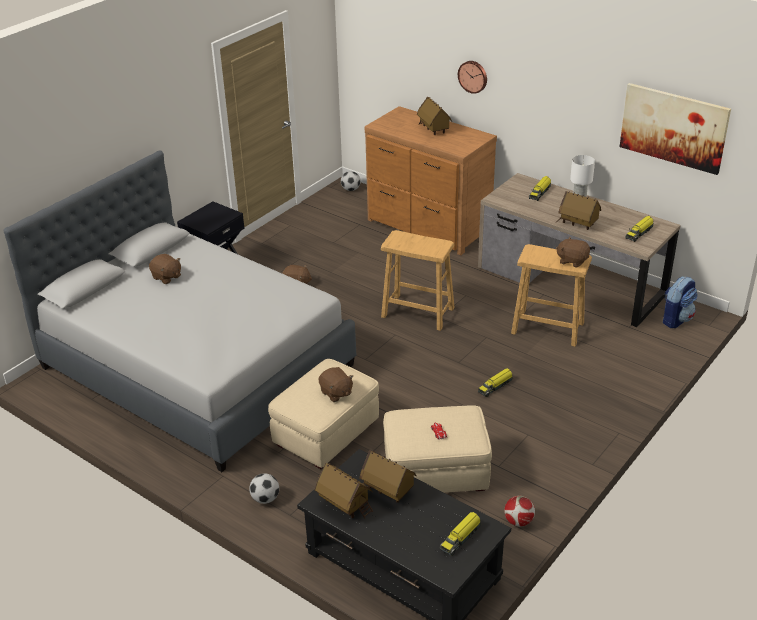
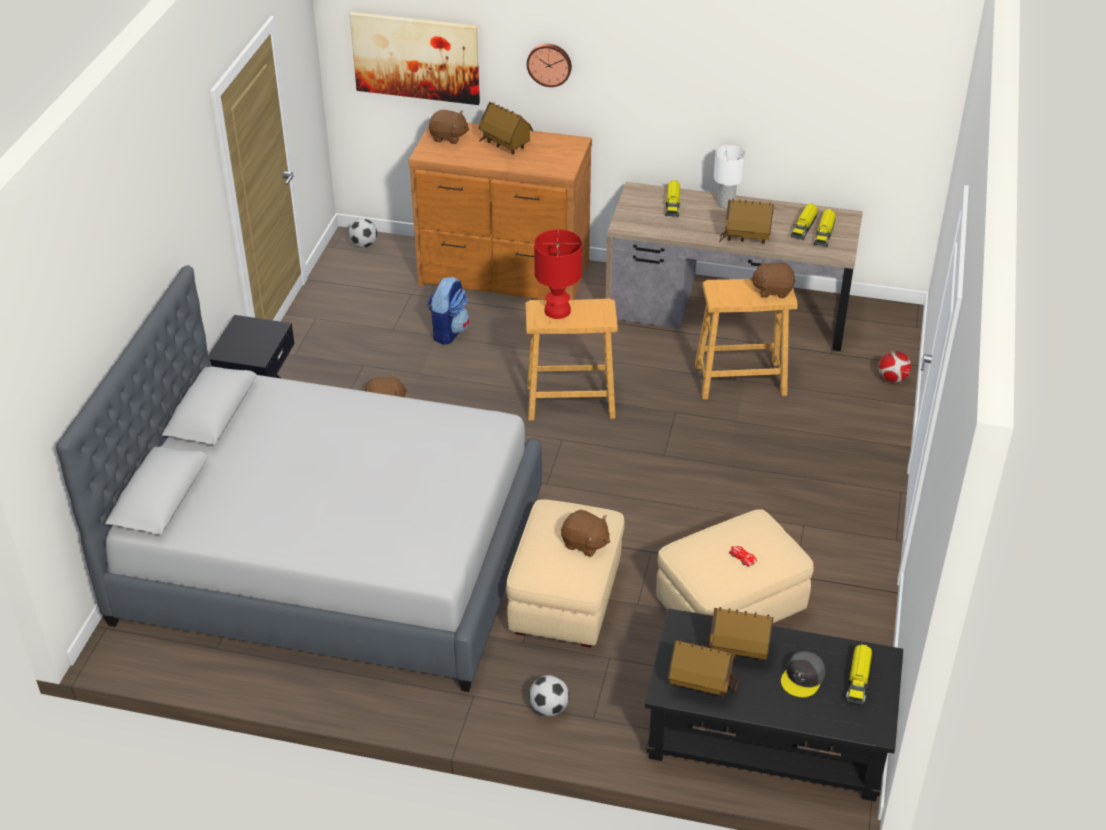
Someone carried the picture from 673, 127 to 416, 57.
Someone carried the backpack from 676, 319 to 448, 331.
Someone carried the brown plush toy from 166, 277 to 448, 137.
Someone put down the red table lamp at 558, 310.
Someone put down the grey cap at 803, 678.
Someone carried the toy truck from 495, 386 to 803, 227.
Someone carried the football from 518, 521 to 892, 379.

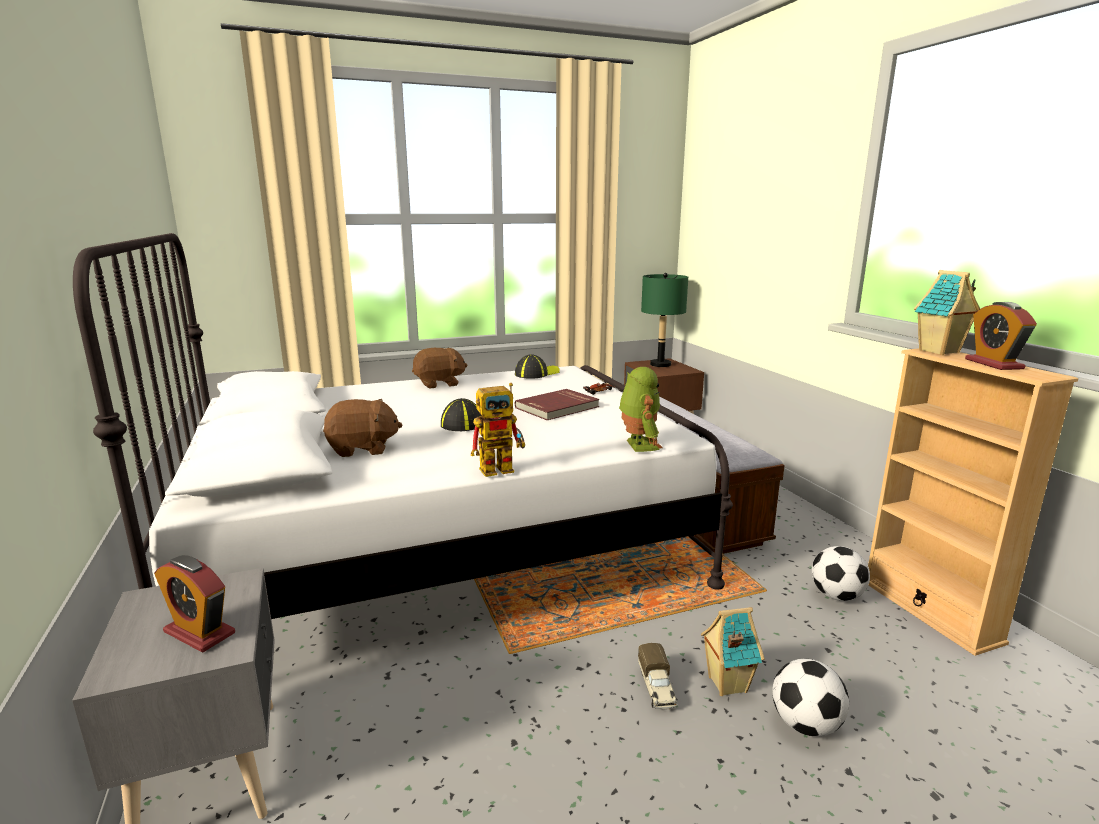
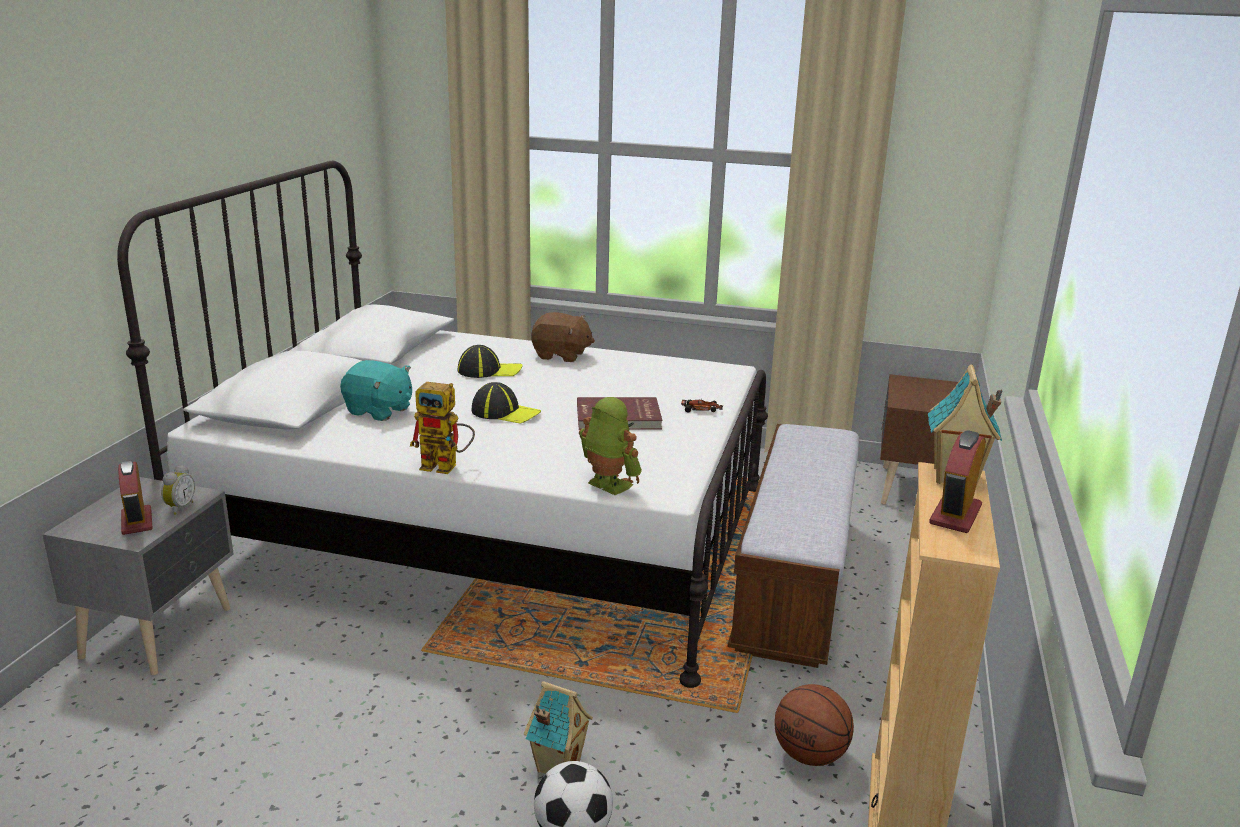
Someone put down the alarm clock at 179, 508.
Someone repainted the brown plush toy at 363, 449, which became the turquoise plush toy at 379, 411.
Someone carried the cap from 536, 373 to 489, 371.
Someone rotated the toy robot at 638, 445 by 75 degrees counterclockwise.
Someone swapped the football at 836, 596 for the basketball at 810, 755.
Someone took away the toy truck at 657, 688.
Someone took away the green table lamp at 660, 364.

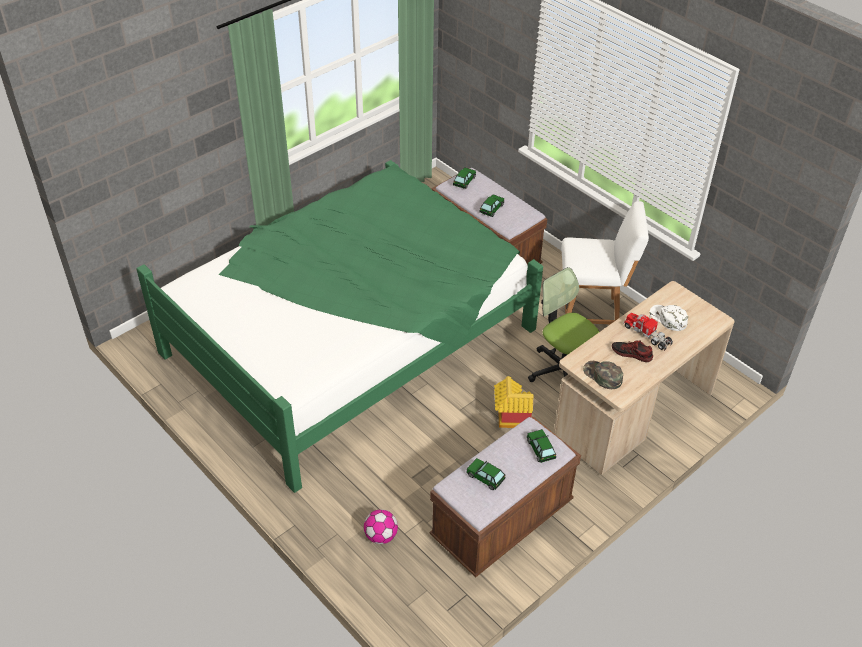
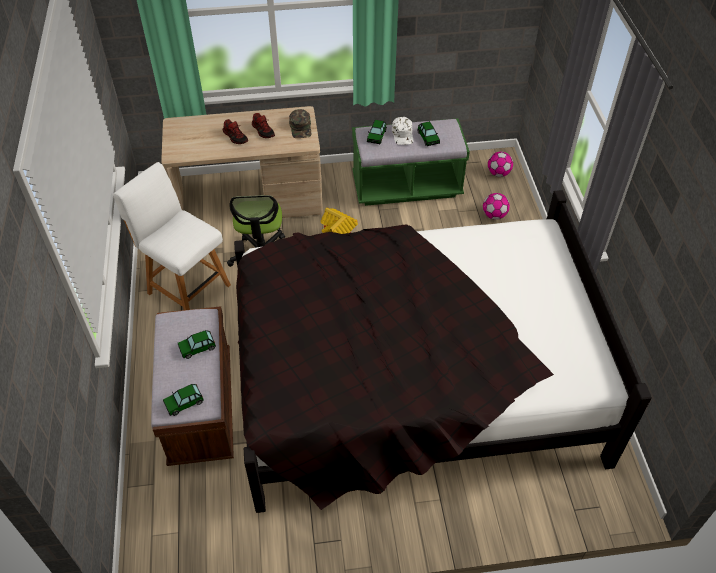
Someone swapped the toy truck at 647, 335 for the shoe at 236, 137.
Someone repainted the green bed at 350, 339, which became the black bed at 412, 379.
Someone repainted the brown bench at 502, 521, which became the green bench at 406, 187.
Someone carried the white cap from 668, 318 to 403, 134.
Someone put down the football at 498, 173.

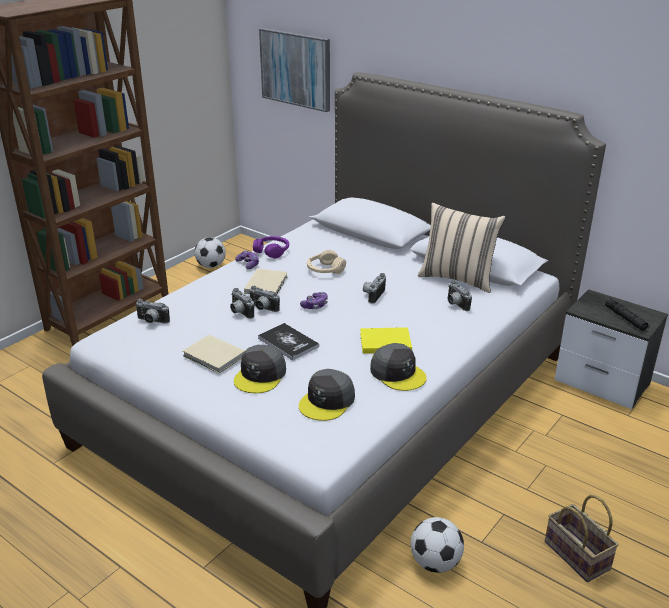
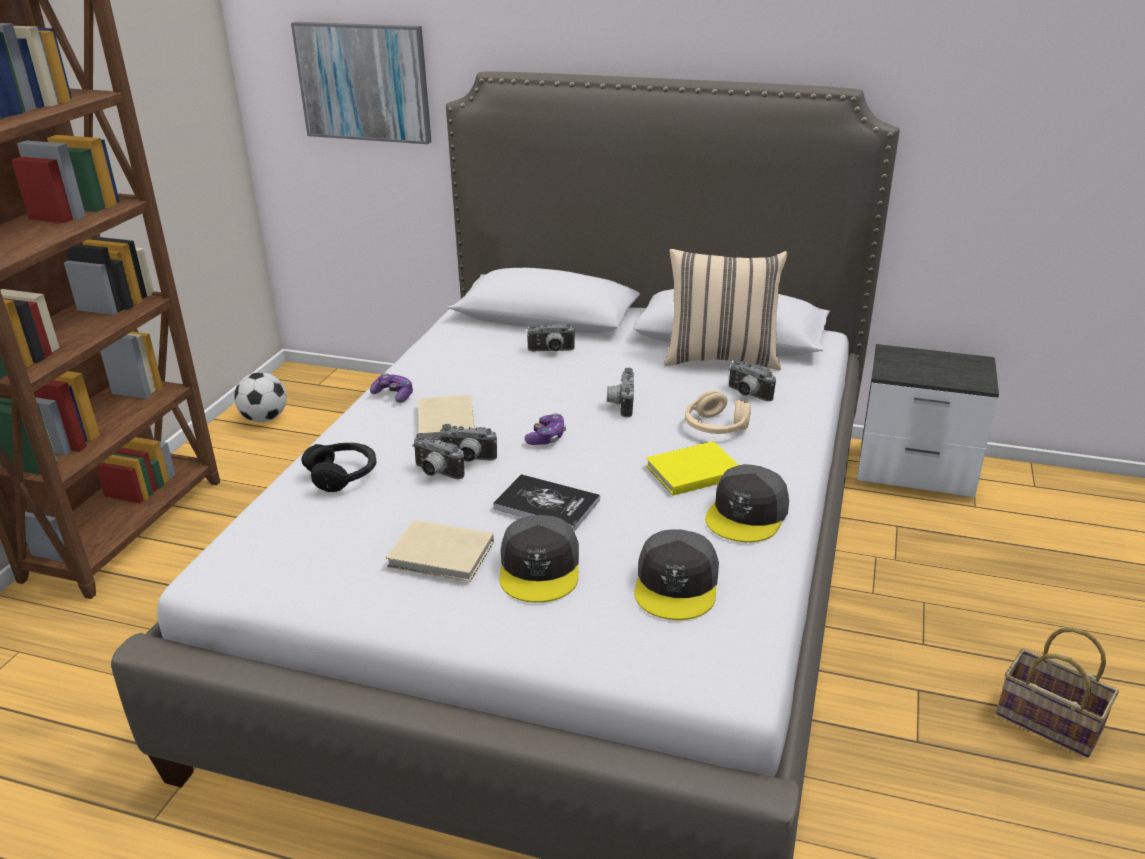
Someone put down the black headphones at 343, 475.
Someone carried the photo camera from 151, 321 to 551, 351.
Someone carried the beige headphones from 325, 270 to 715, 427.
Someone rotated the grey cap at 398, 373 by 90 degrees clockwise.
Someone took away the purple headphones at 272, 251.
Someone took away the football at 435, 563.
Someone took away the black flashlight at 626, 319.

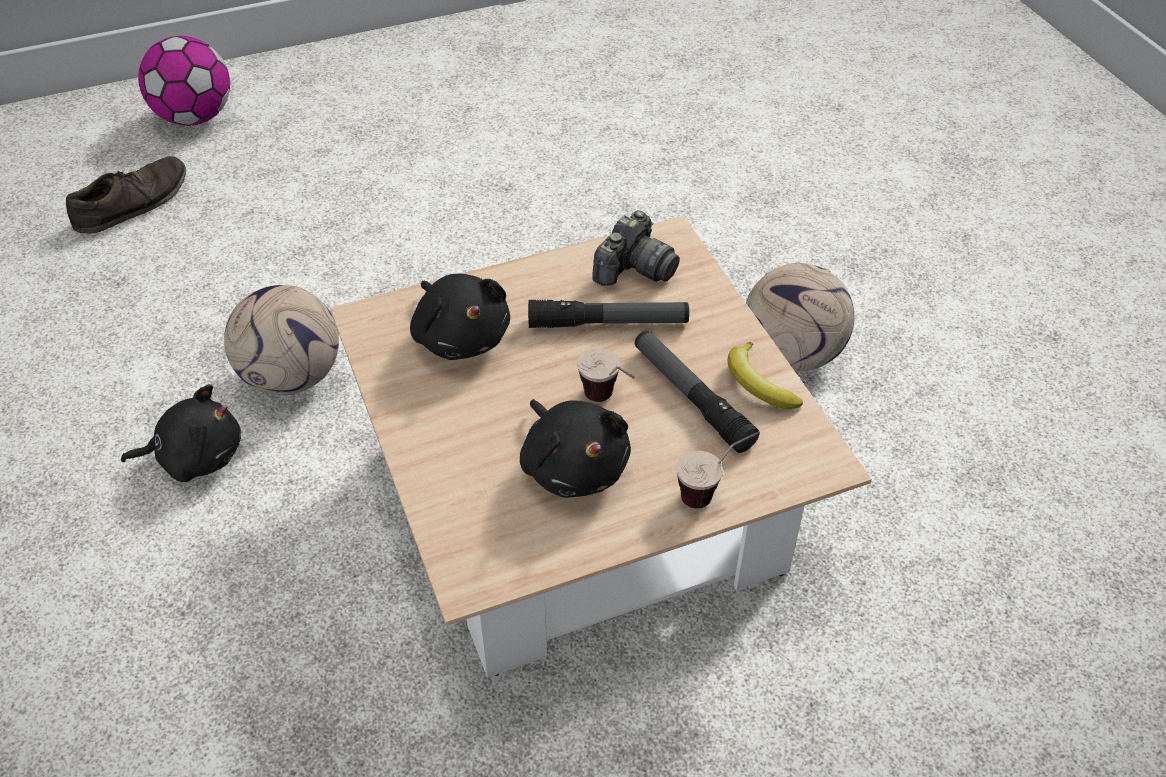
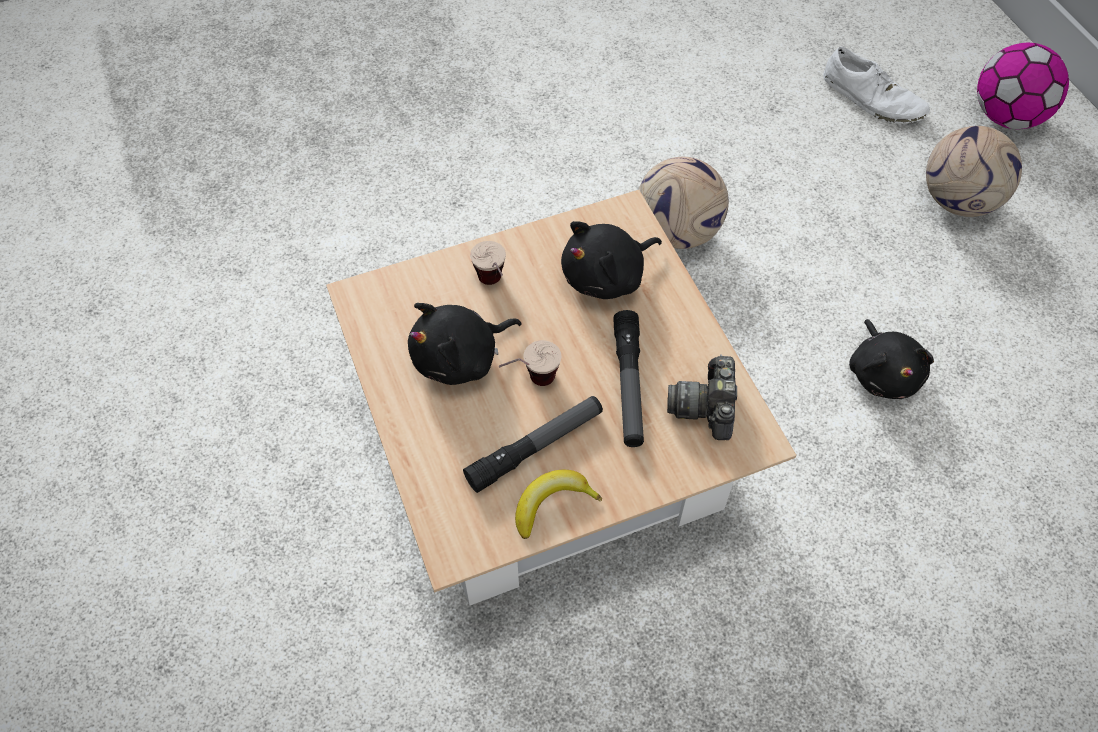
Someone carried the cup from 713, 491 to 494, 287.
Someone rotated the photo camera at 634, 269 by 60 degrees clockwise.
Someone repainted the brown shoe at 133, 203, which became the white shoe at 872, 99.
Someone carried the black plush toy from 196, 457 to 883, 373.
Someone carried the football from 790, 353 to 959, 200.

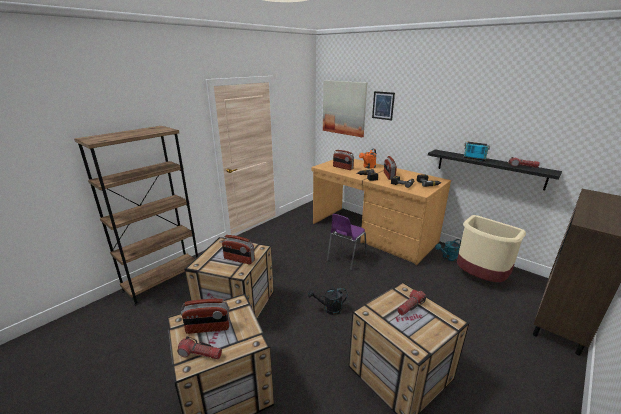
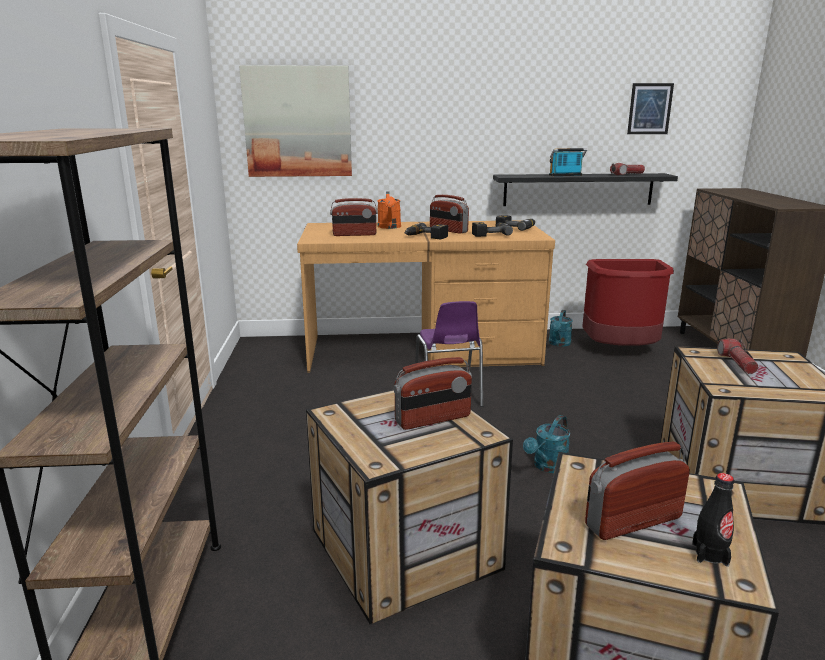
Someone repainted the black watering can at 329, 309, which became the turquoise watering can at 547, 467.
Someone repainted the beige trash can at 480, 277, which became the red trash can at 621, 350.
Someone rotated the radio at 208, 328 by 150 degrees counterclockwise.
Someone carried the picture from 383, 105 to 650, 109.
Someone swapped the flashlight at 200, 354 for the black bottle at 710, 554.

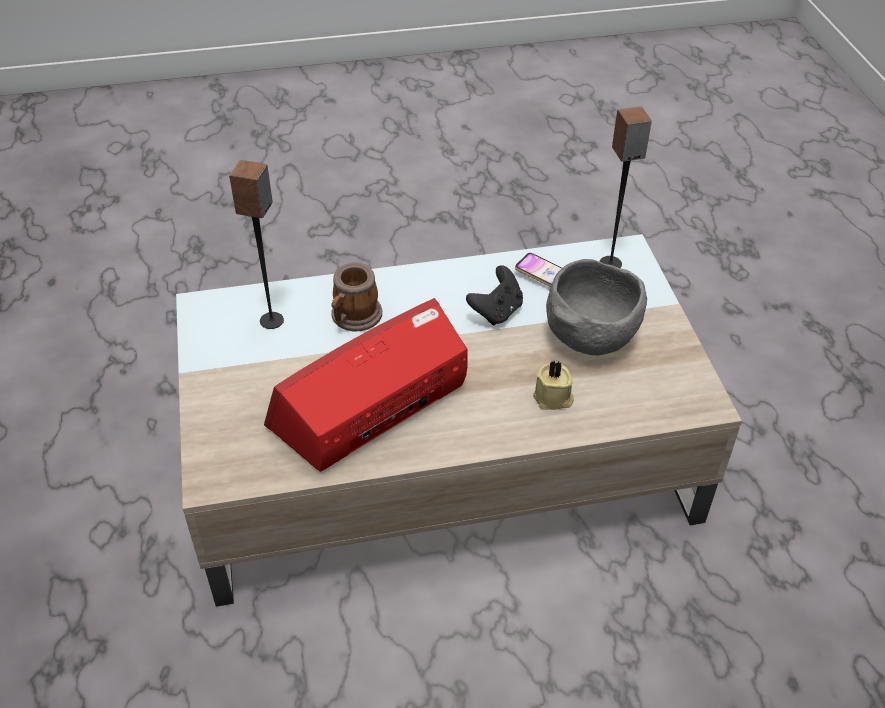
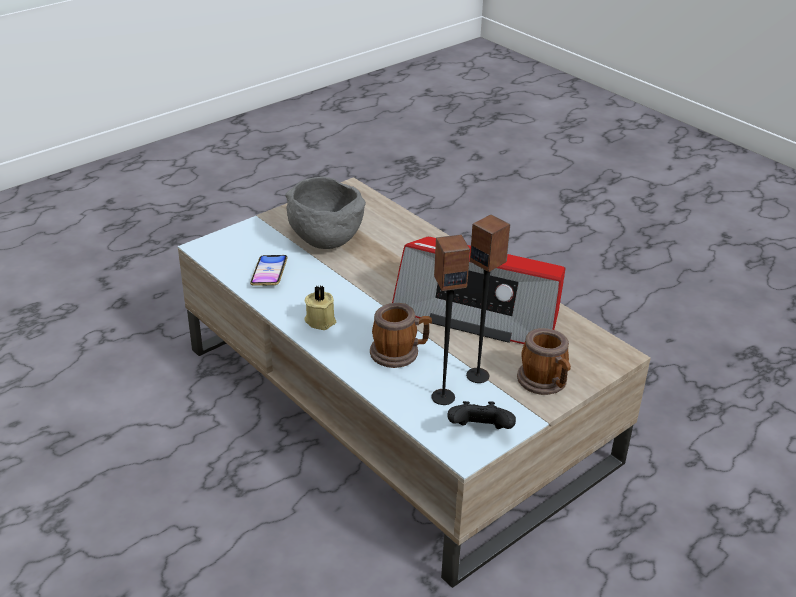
Someone carried the beige candle from 553, 398 to 320, 320.
Someone carried the black game controller from 496, 311 to 480, 432.
Someone carried the speaker from 610, 264 to 478, 375.
Someone put down the mug at 545, 383.

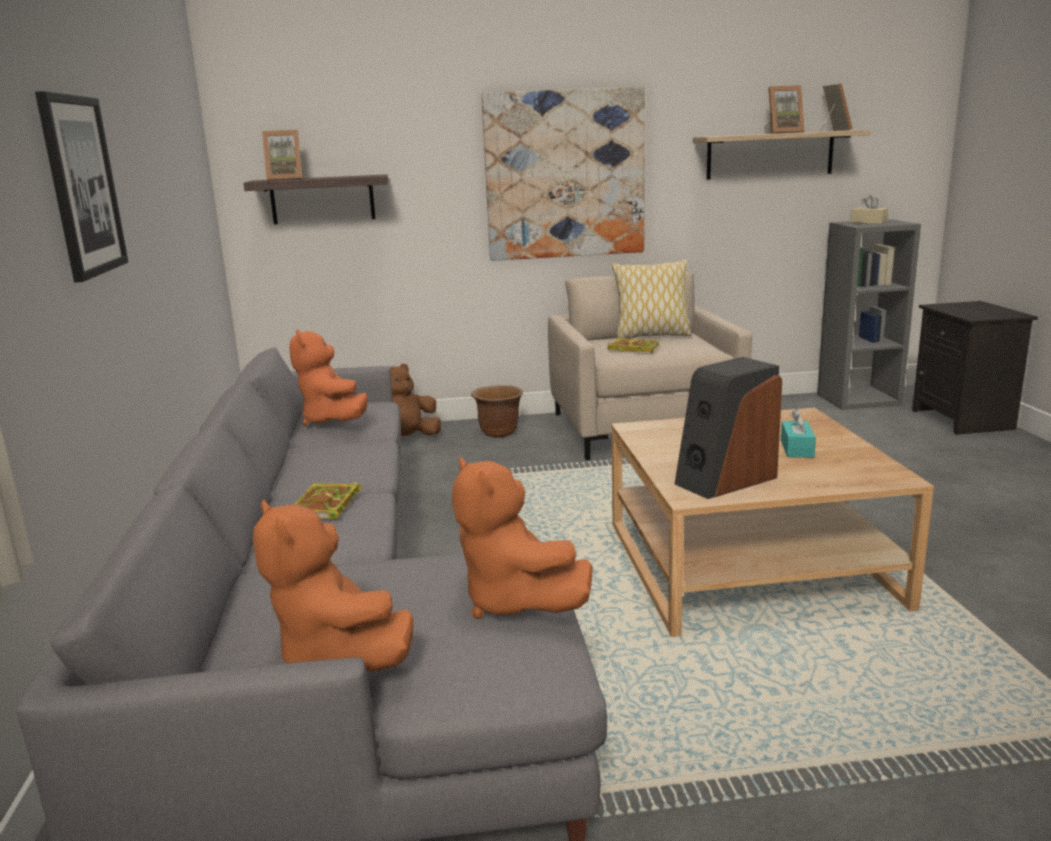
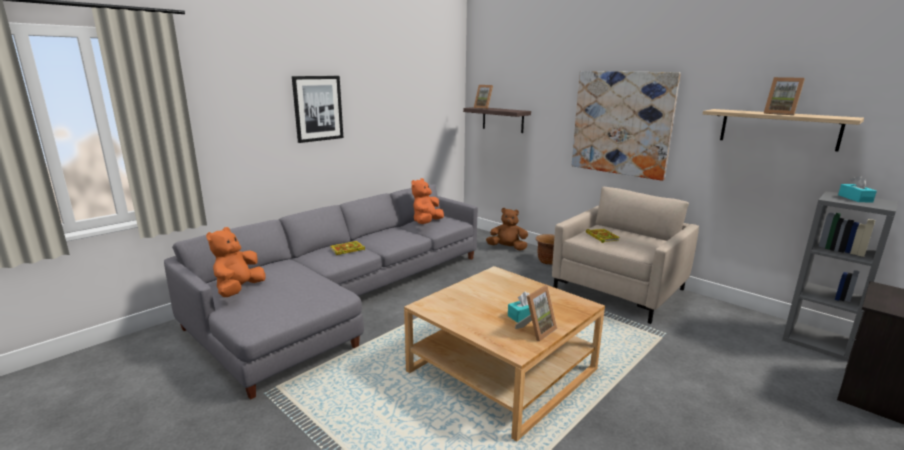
Someone carried the picture frame from 831, 130 to 536, 330.
Someone repainted the beige tissue box at 868, 222, which became the turquoise tissue box at 855, 198.
Someone took away the orange plush toy at 514, 602.
Someone took away the pillow at 651, 336.
Someone took away the speaker at 725, 480.

